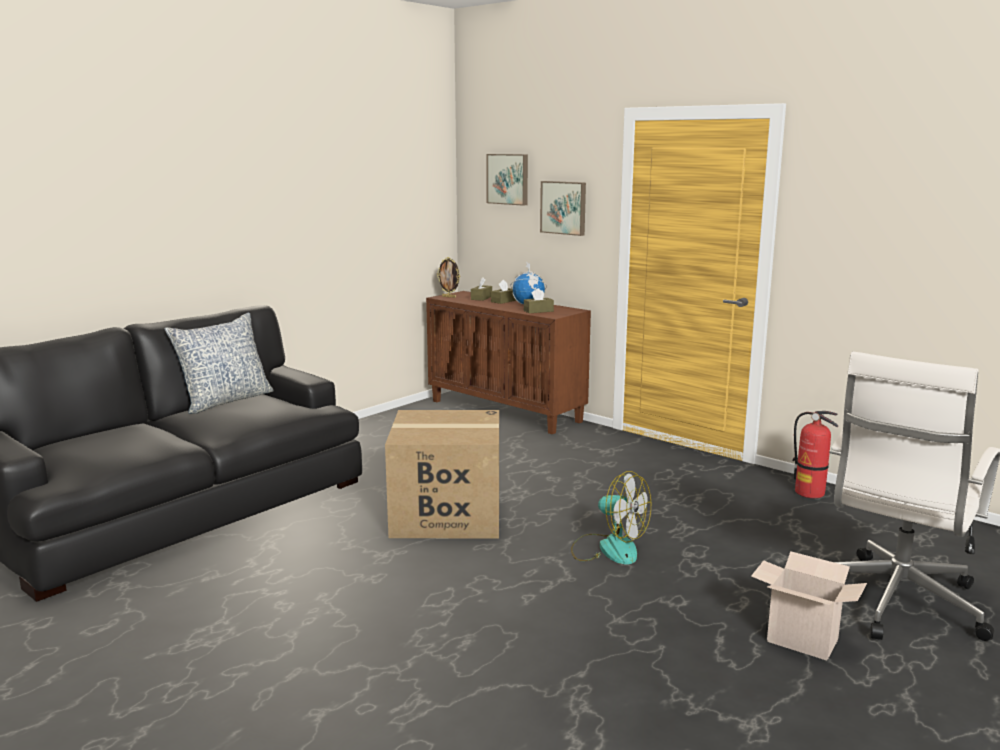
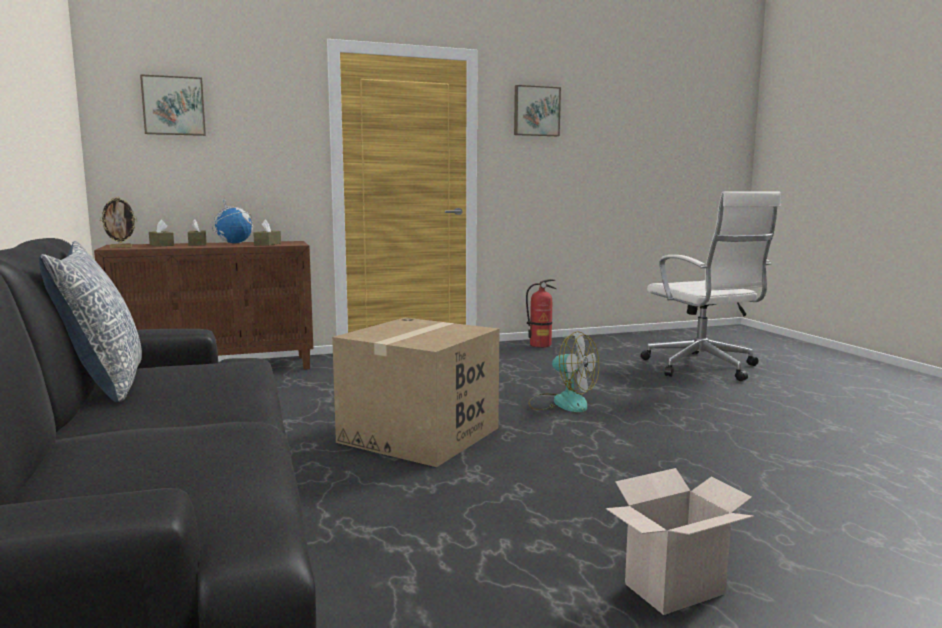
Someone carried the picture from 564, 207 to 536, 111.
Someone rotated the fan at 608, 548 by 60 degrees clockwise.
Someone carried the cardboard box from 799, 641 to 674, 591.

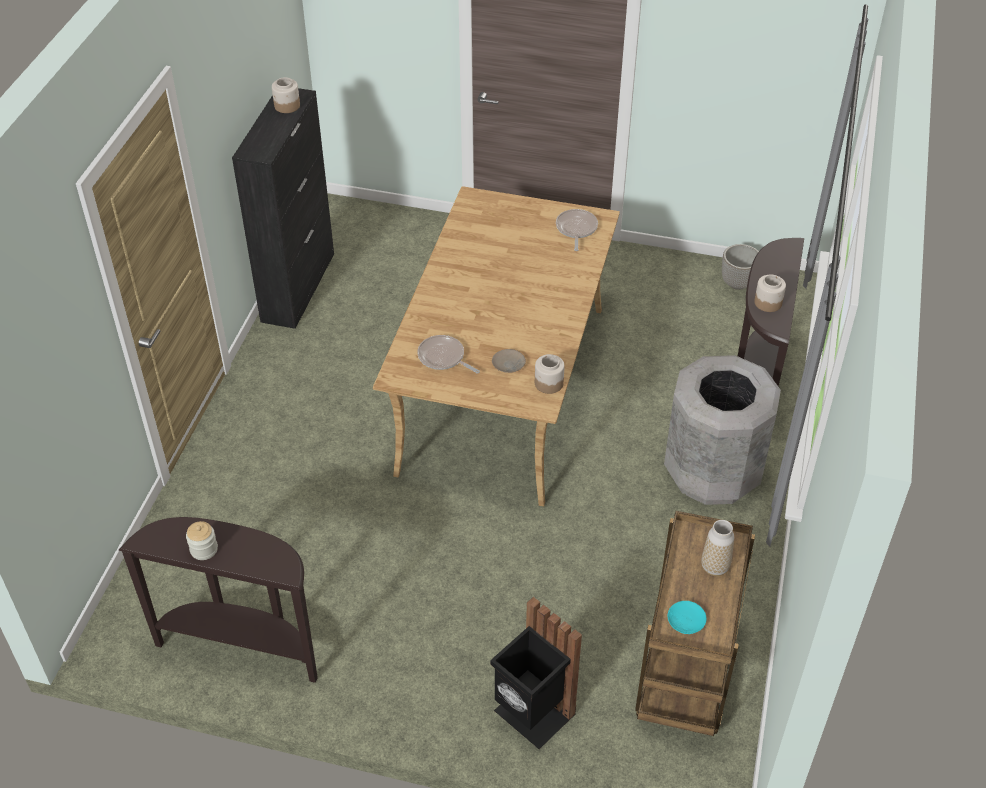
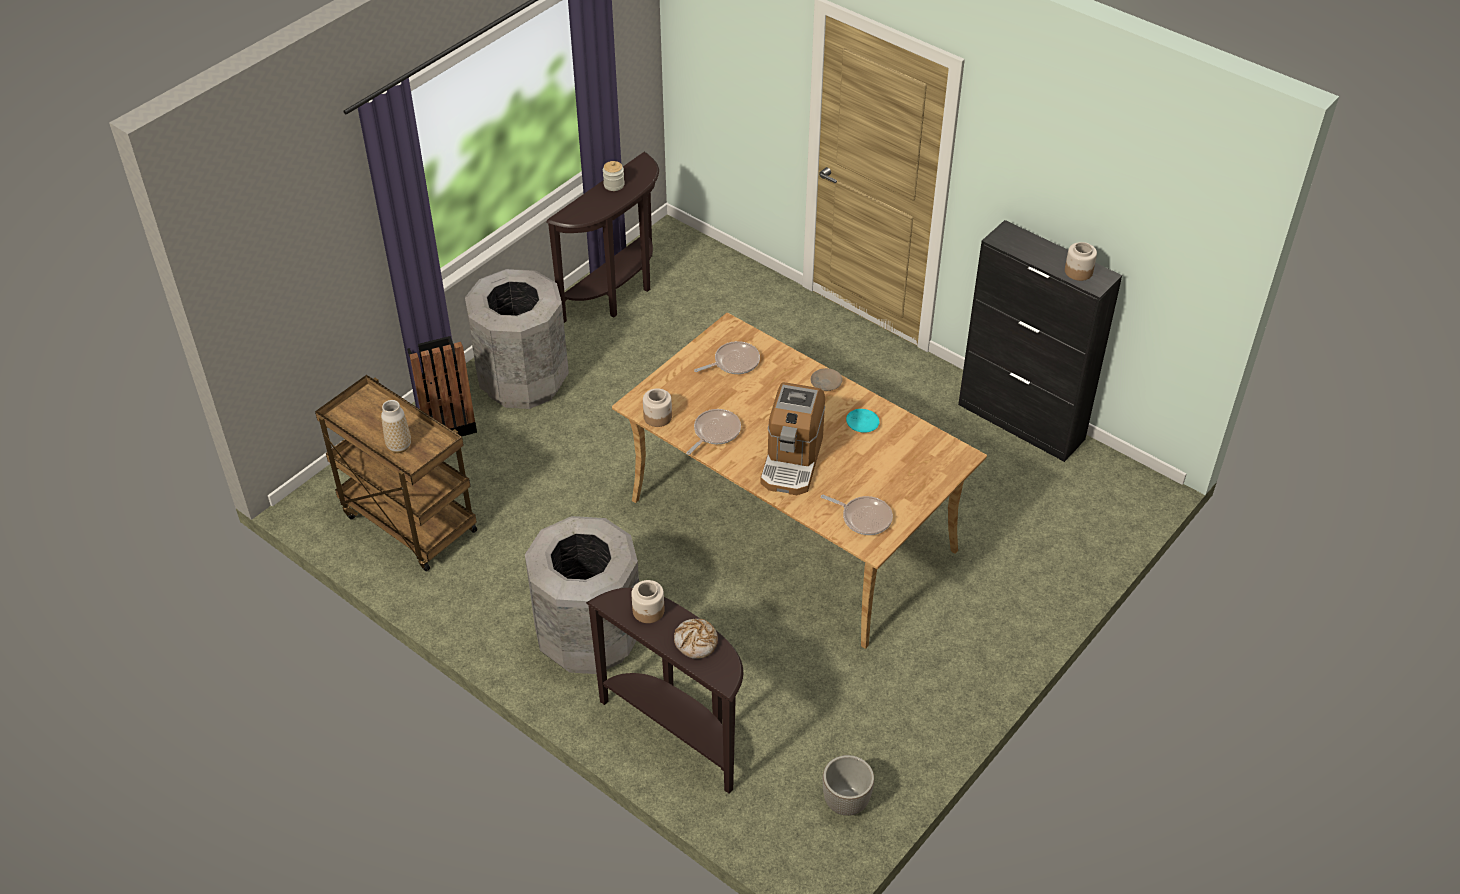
Someone put down the grey trash can at 523, 381.
Someone put down the bread at 696, 642.
Someone put down the frying pan at 715, 432.
Someone put down the coffee machine at 792, 461.
Someone carried the beige plate from 509, 364 to 825, 383.
Someone carried the turquoise plate from 686, 621 to 862, 423.

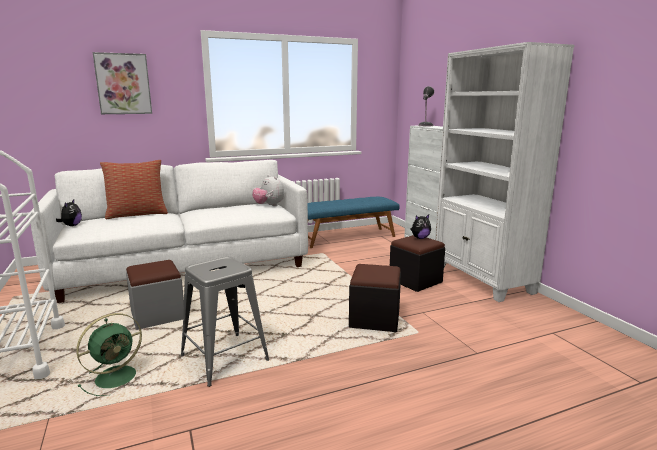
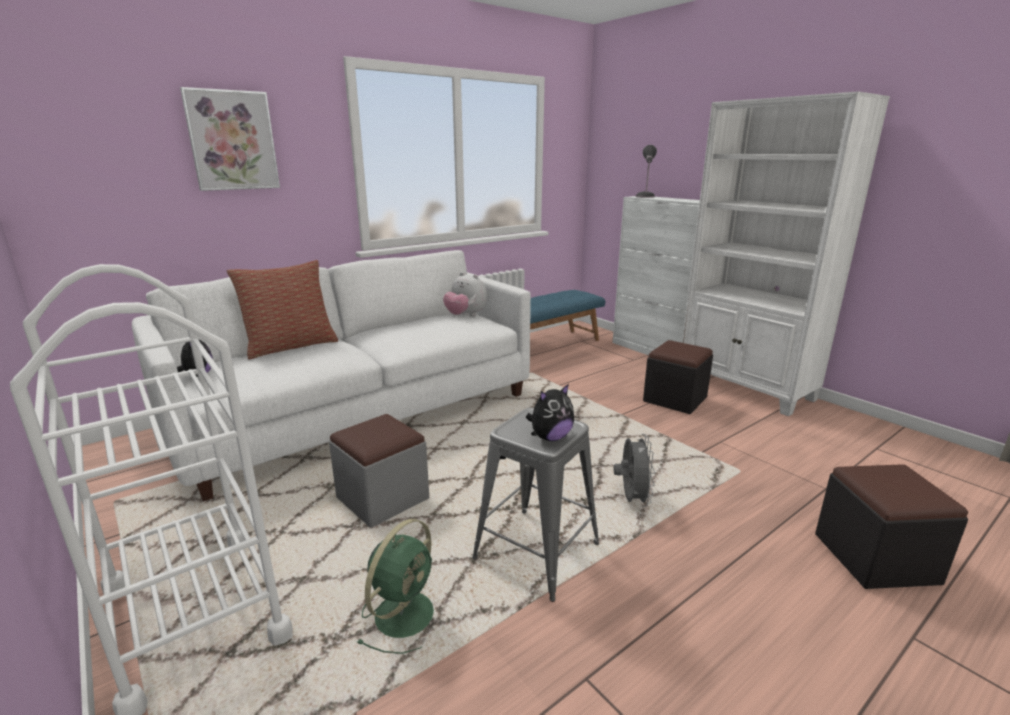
Someone carried the plush toy from 420, 238 to 550, 437.
Someone put down the grey fan at 631, 499.
Someone carried the black ottoman from 374, 319 to 875, 558.

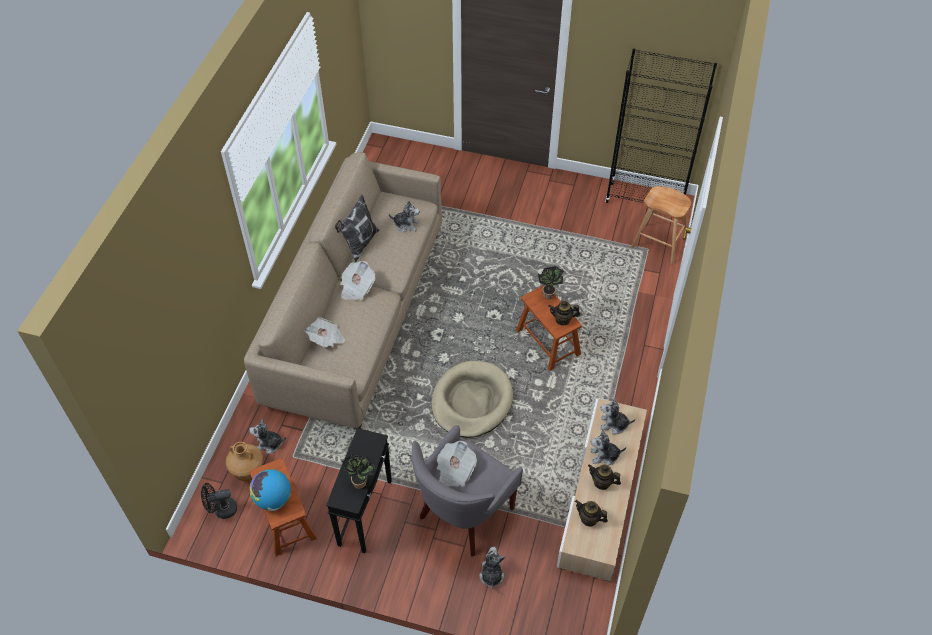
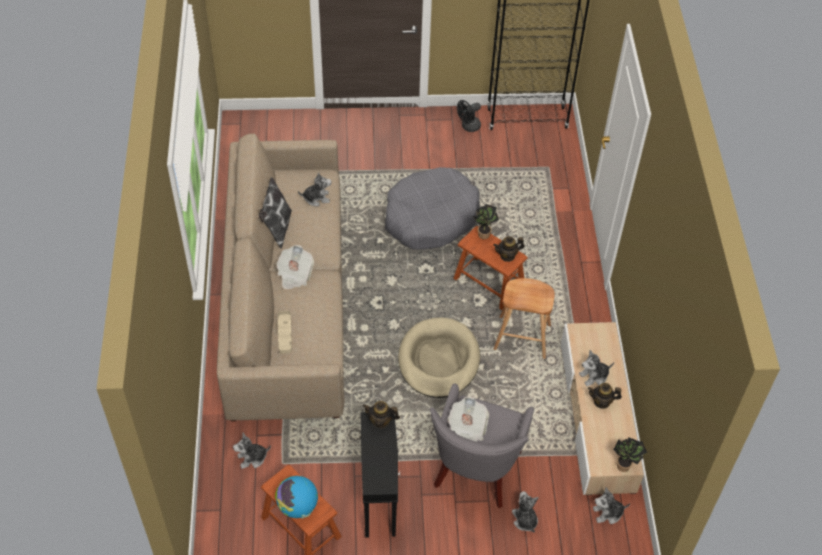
Someone swapped the newspaper at 325, 338 for the beige tray at 284, 333.
Someone carried the teapot from 589, 519 to 380, 421.
Someone put down the grey dog bed at 430, 217.
Someone carried the black fan from 221, 510 to 468, 127.
Someone carried the brown stool from 658, 244 to 522, 337.
Someone carried the plush toy from 614, 424 to 608, 513.
Someone carried the potted plant from 361, 482 to 625, 465.
Someone took away the brown vase at 248, 472.

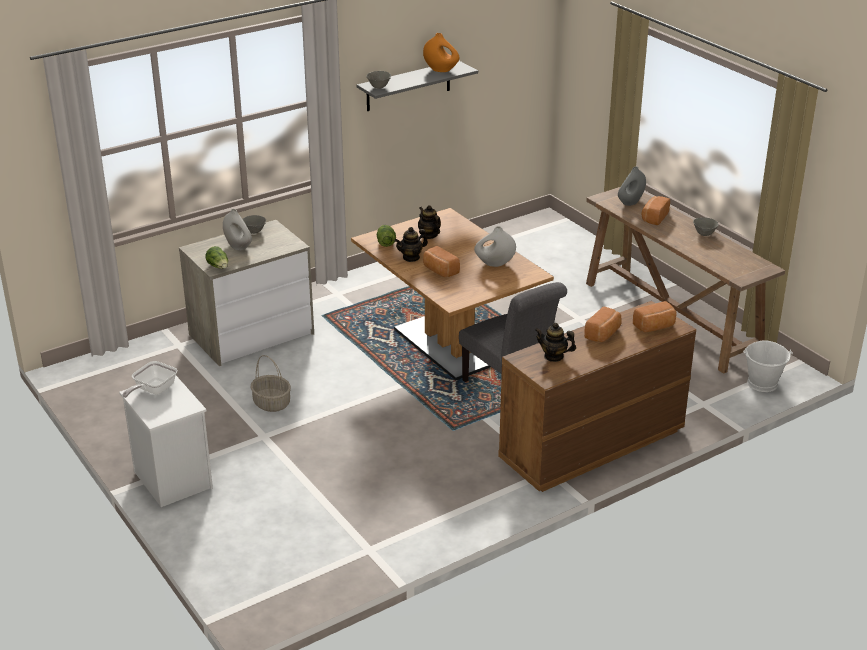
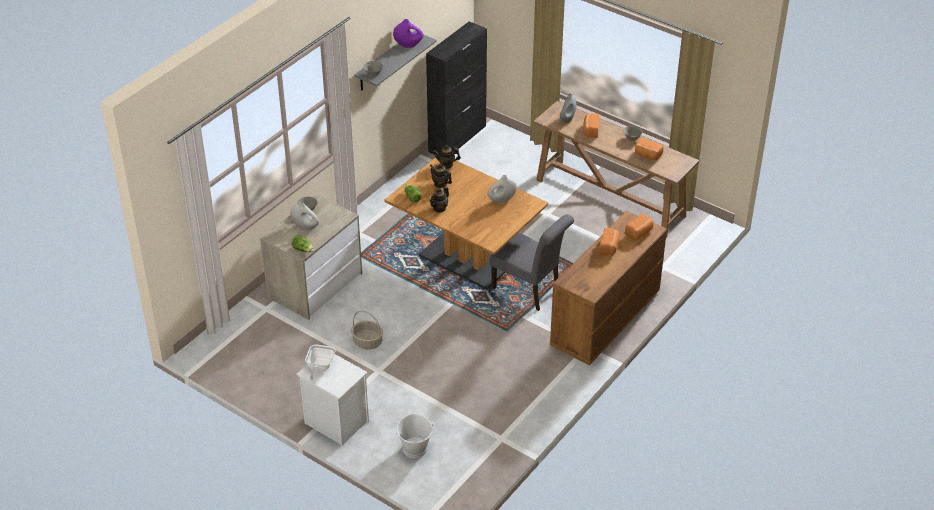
Someone repainted the orange vase at 441, 70, which became the purple vase at 408, 45.
Someone carried the white bucket from 763, 383 to 415, 448.
Someone put down the black cabinet at 457, 138.
Someone carried the teapot from 554, 356 to 446, 165.
Someone carried the bread from 440, 271 to 647, 155.

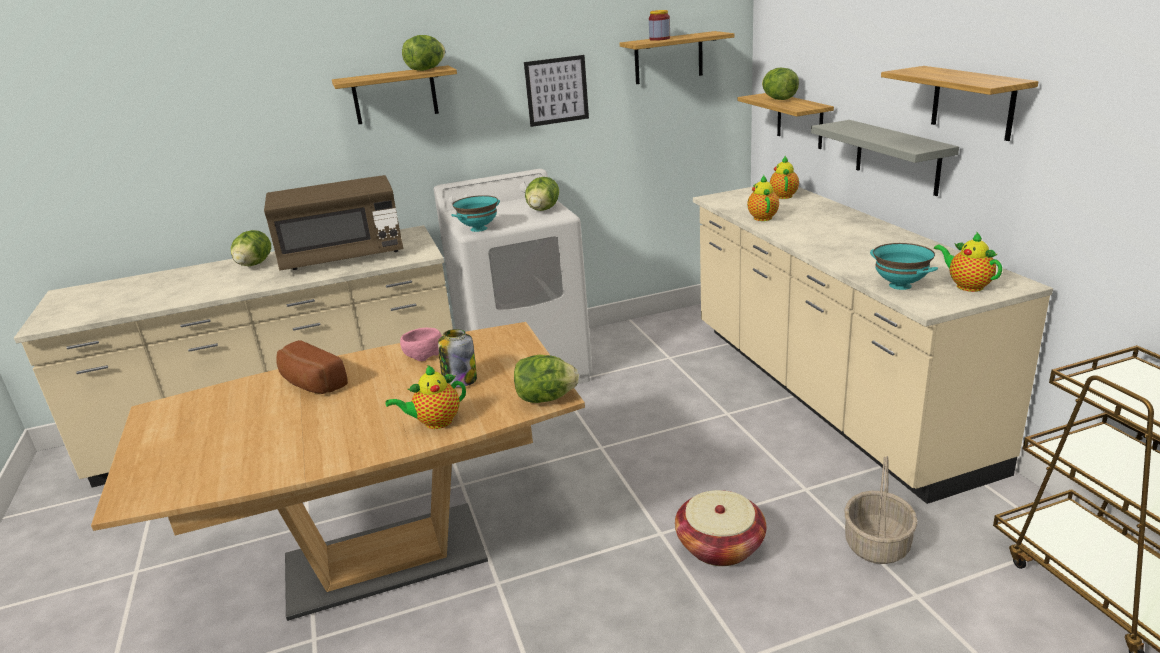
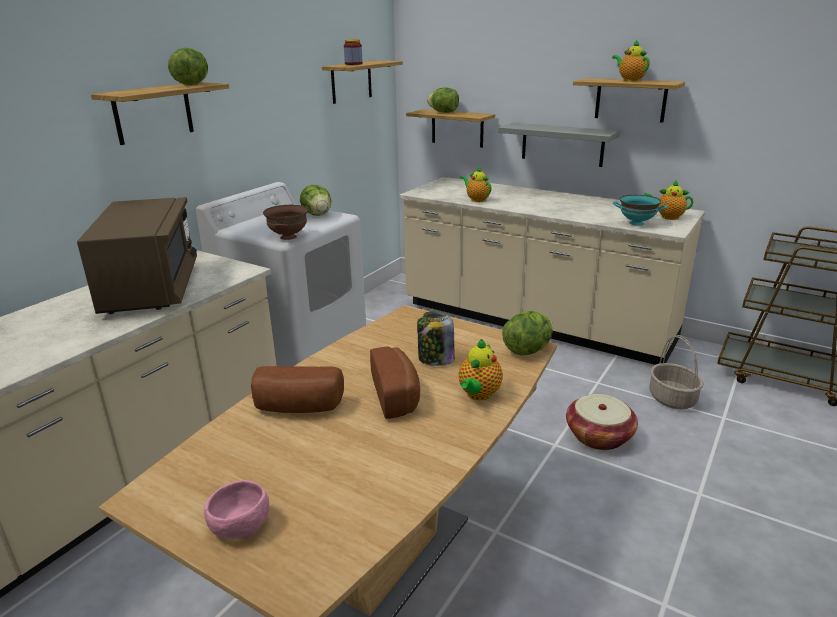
Someone rotated the brown microwave at 342, 256 by 45 degrees counterclockwise.
Someone carried the pink bowl from 423, 354 to 238, 524.
Someone repainted the turquoise bowl at 478, 229, which became the brown bowl at 288, 237.
Someone put down the bread at 397, 395.
Someone carried the teapot from 783, 195 to 630, 80.
Someone took away the lettuce at 254, 264.
Someone took away the picture at 556, 90.

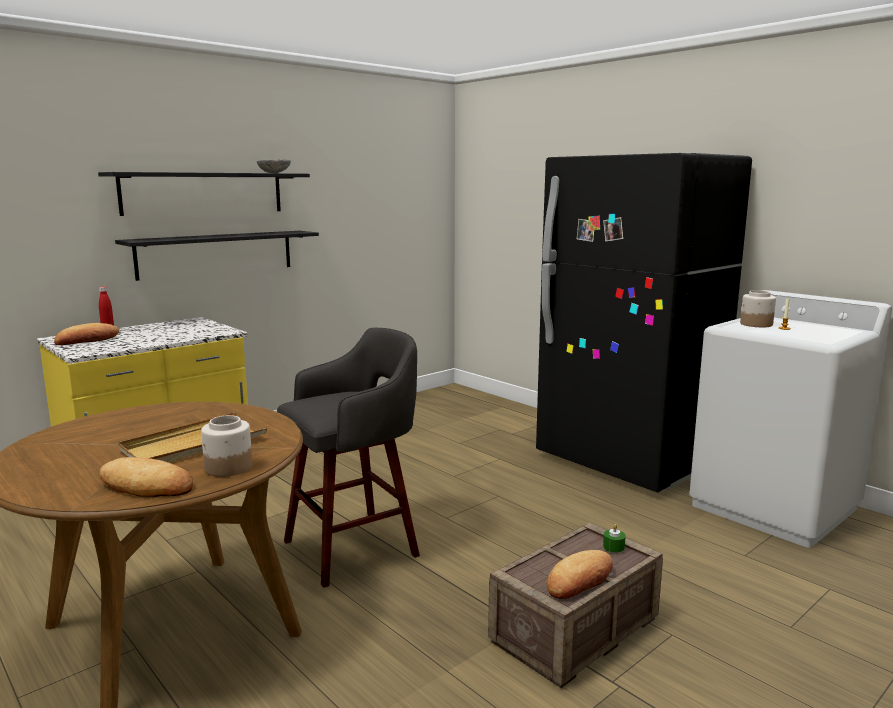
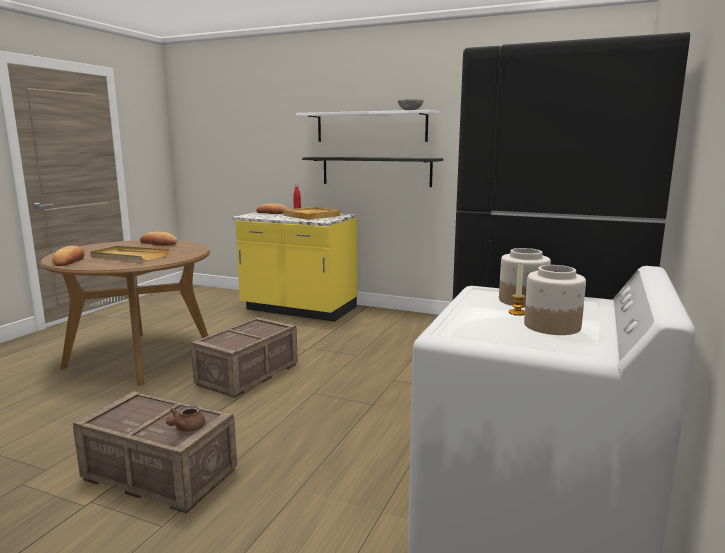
Someone carried the bread from 580, 580 to 159, 243.
Someone swapped the green candle at 613, 547 for the brown teapot at 186, 428.
Someone swapped the grey stool at 355, 547 for the crate at 248, 375.
Someone put down the beige tray at 311, 215.
Someone repainted the black shelf at 204, 193, which became the white shelf at 371, 127.
Someone carried the jar from 228, 468 to 551, 326.

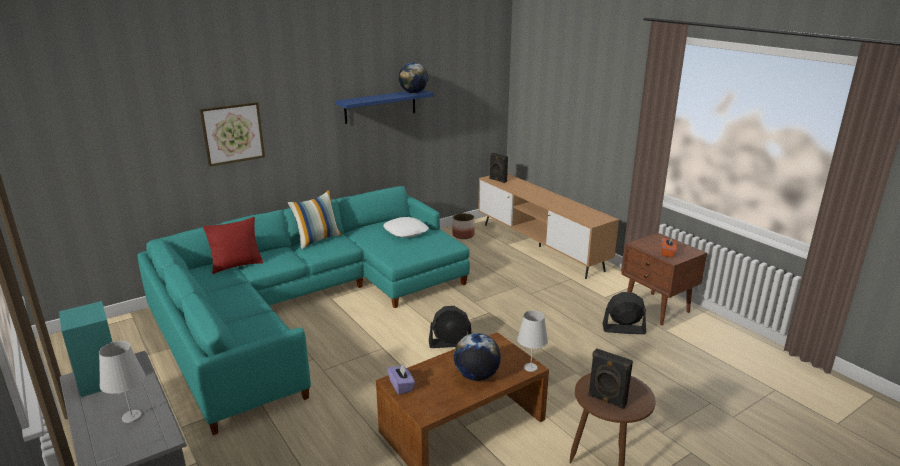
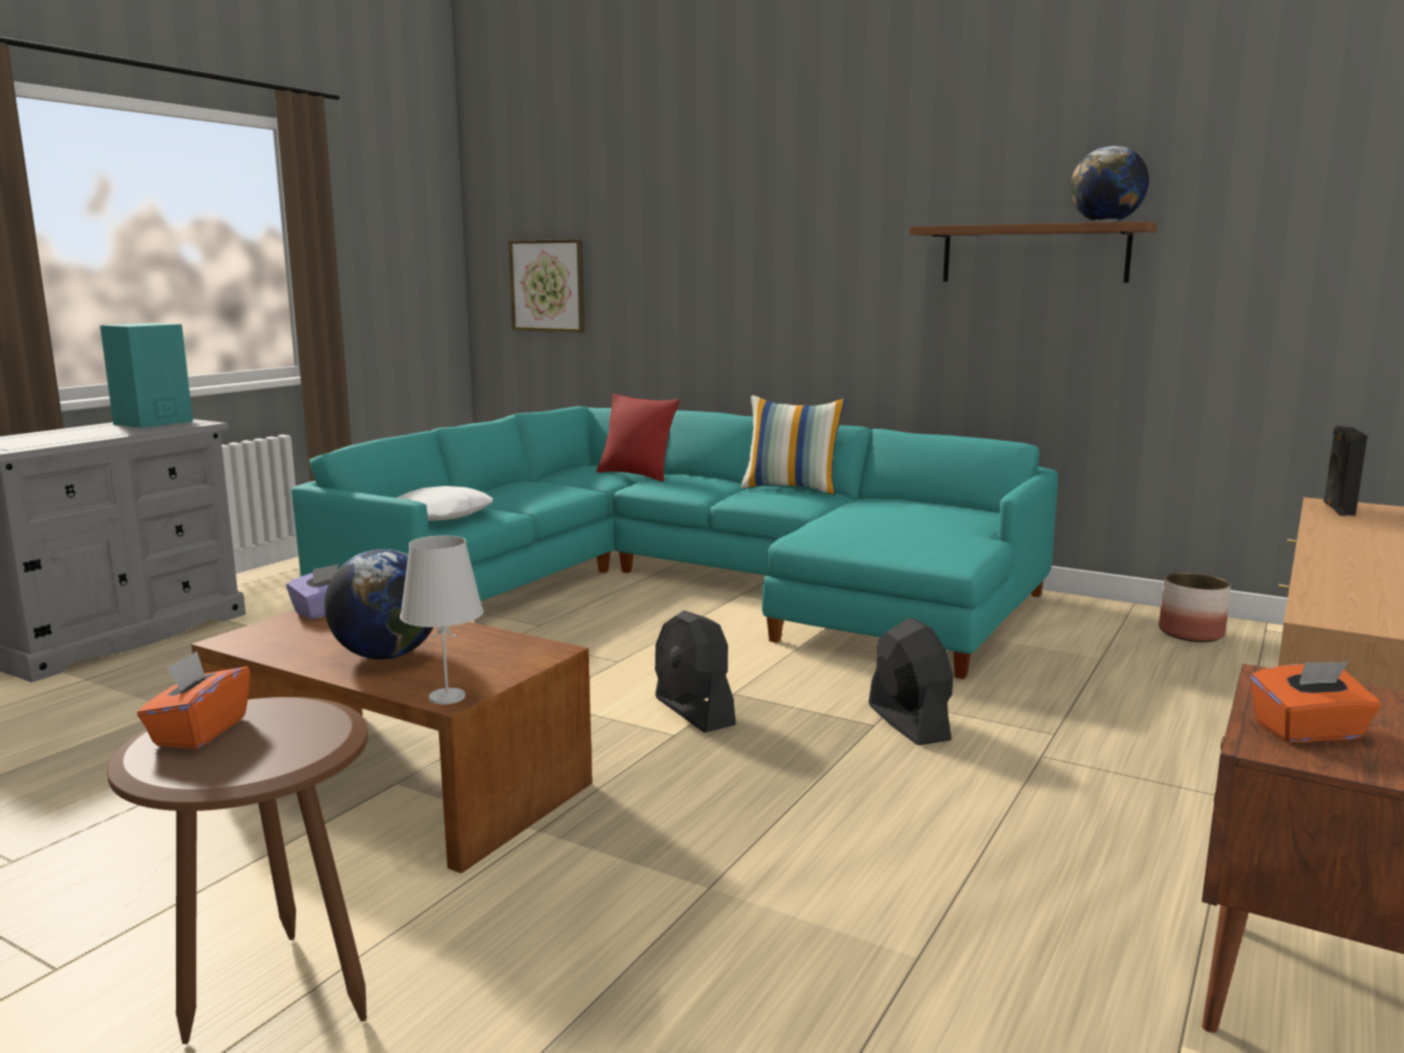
Someone swapped the black speaker at 606, 400 for the orange tissue box at 199, 731.
Someone carried the white pillow from 406, 231 to 440, 515.
Someone carried the picture from 233, 133 to 547, 285.
Someone carried the black fan from 623, 329 to 908, 722.
Someone repainted the blue shelf at 380, 106, which became the brown shelf at 1034, 254.
Someone took away the white table lamp at 132, 416.

